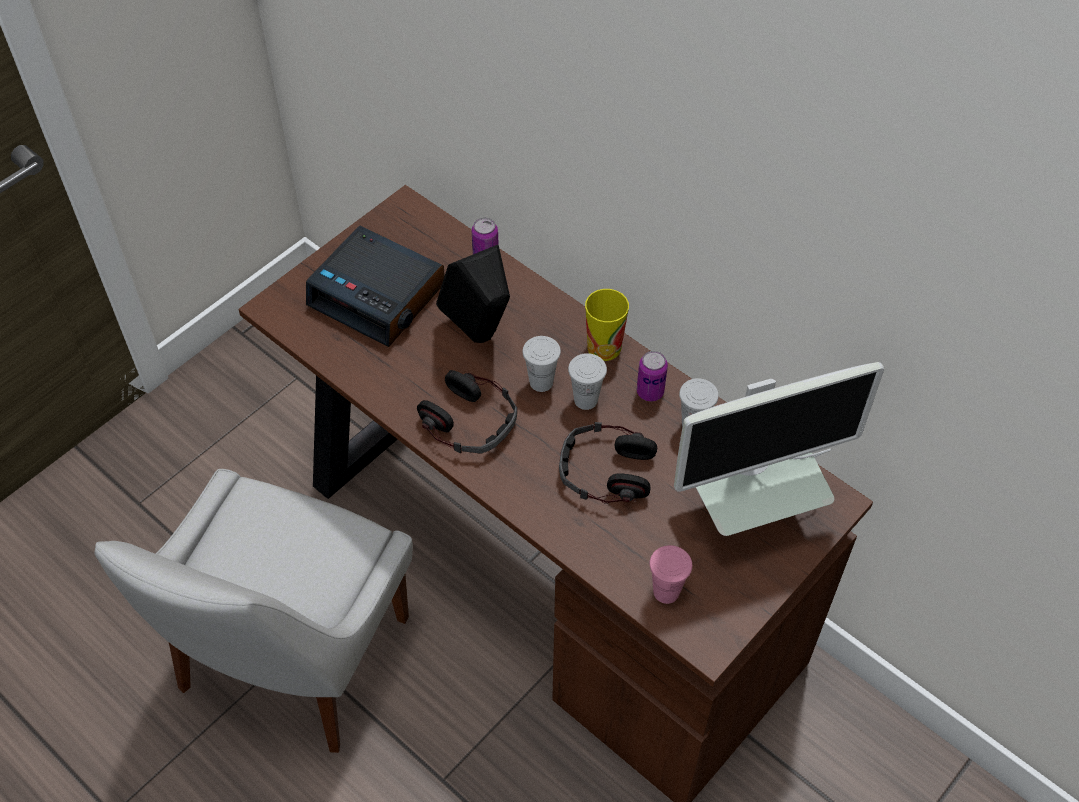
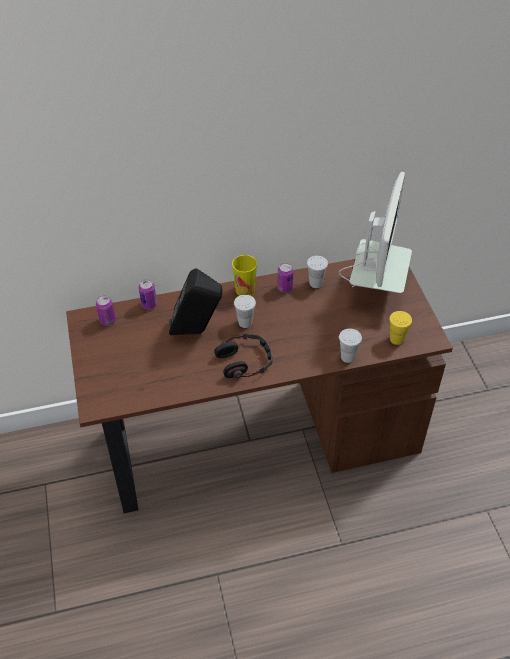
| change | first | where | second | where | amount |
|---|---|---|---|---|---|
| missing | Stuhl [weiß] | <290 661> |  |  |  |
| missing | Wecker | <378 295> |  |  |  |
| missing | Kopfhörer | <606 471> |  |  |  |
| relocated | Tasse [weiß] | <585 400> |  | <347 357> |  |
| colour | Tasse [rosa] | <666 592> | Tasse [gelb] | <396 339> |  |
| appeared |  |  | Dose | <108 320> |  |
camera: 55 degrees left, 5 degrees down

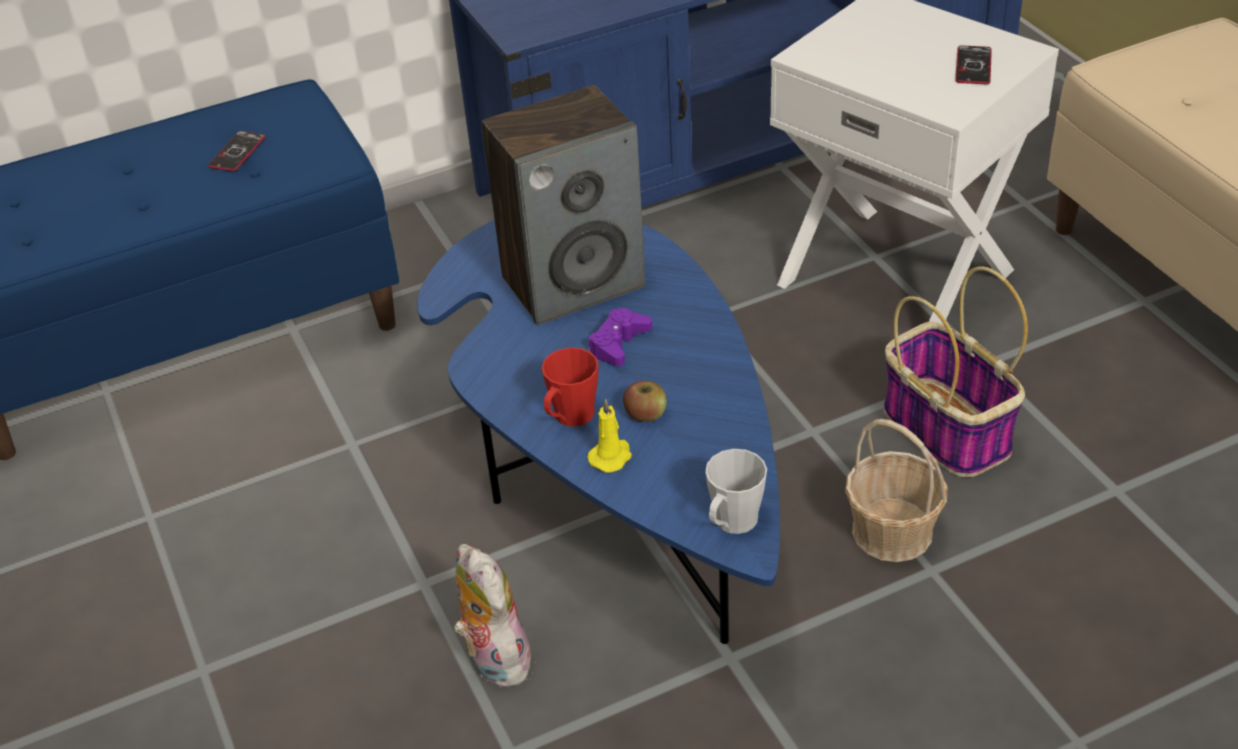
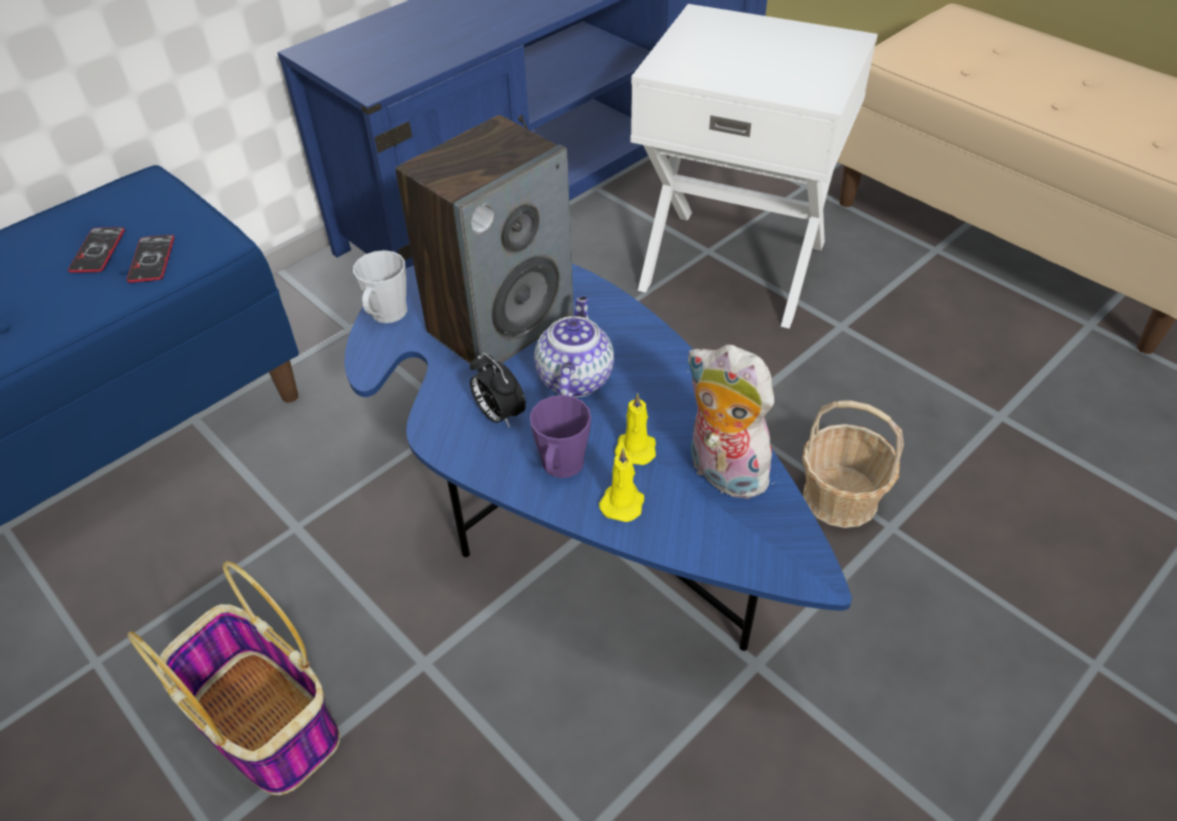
| change | first | where | second | where | amount |
|---|---|---|---|---|---|
| relocated | Plüschtier | <493 658> |  | <721 473> |  |
| colour | Henkelbecher [rot] | <570 418> | Henkelbecher [lila] | <560 468> |  |
| exchanged | Gamepad [lila] | <618 343> | Teekanne | <574 378> |  |
| exchanged | Apfel | <645 414> | Kerze [gelb] | <636 447> |  |
| relocated | Henkelbecher [grau] | <731 523> |  | <386 316> |  |
| relocated | Korb | <944 428> |  | <263 721> |  |
| relocated | Handy | <973 66> |  | <151 259> |  |
| appeared |  |  | Wecker | <499 415> |  |
camera: 20 degrees left, 5 degrees up

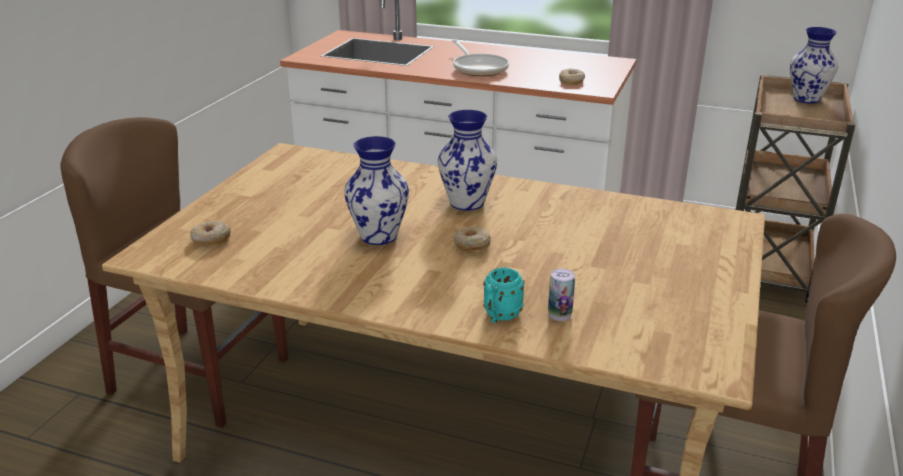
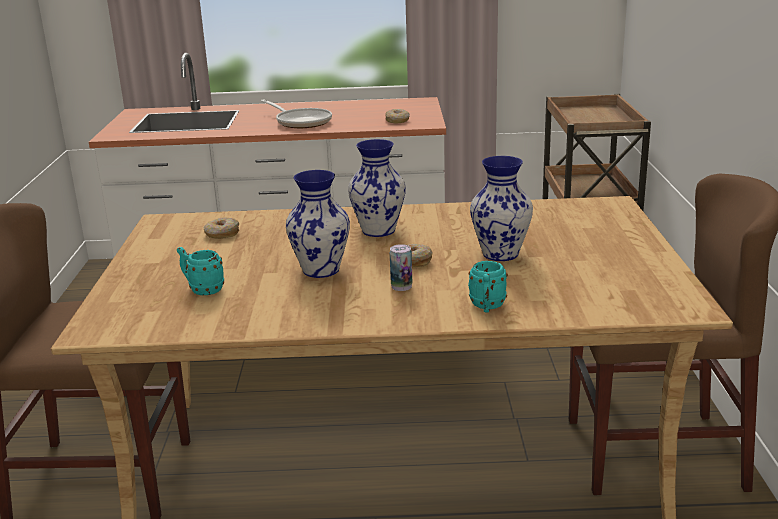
| change | first | where | second | where | amount |
|---|---|---|---|---|---|
| relocated | Donut | <211 240> |  | <222 234> |  |
| relocated | Dose | <559 314> |  | <401 286> |  |
| relocated | Vase | <807 99> |  | <501 254> |  |
| appeared |  |  | Henkelbecher [türkis] | <202 289> |  |
camera: 20 degrees left, 5 degrees down

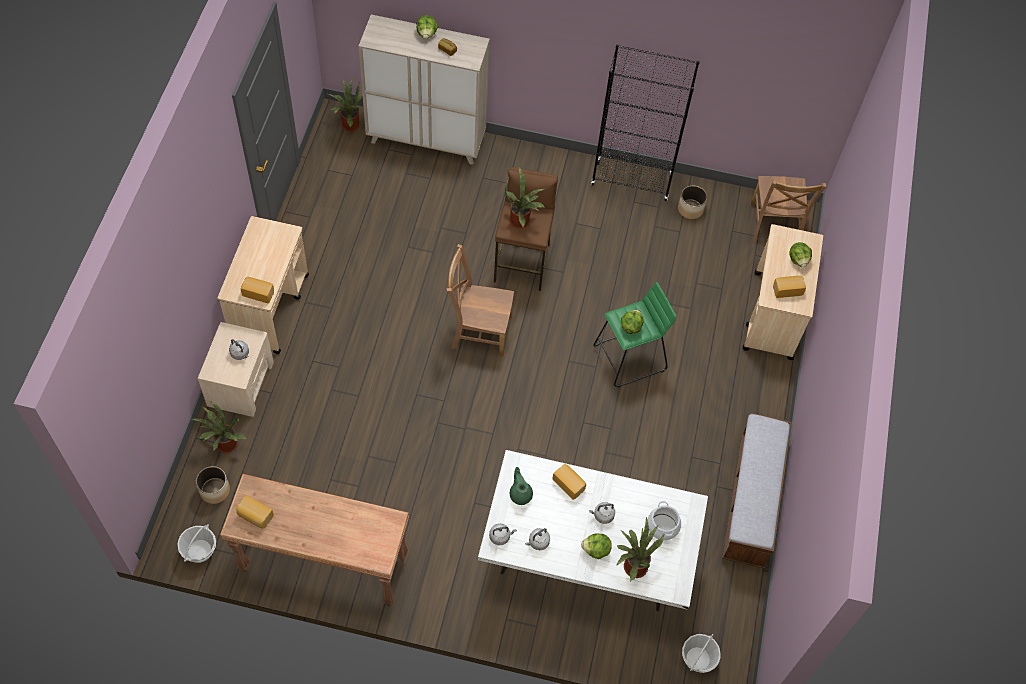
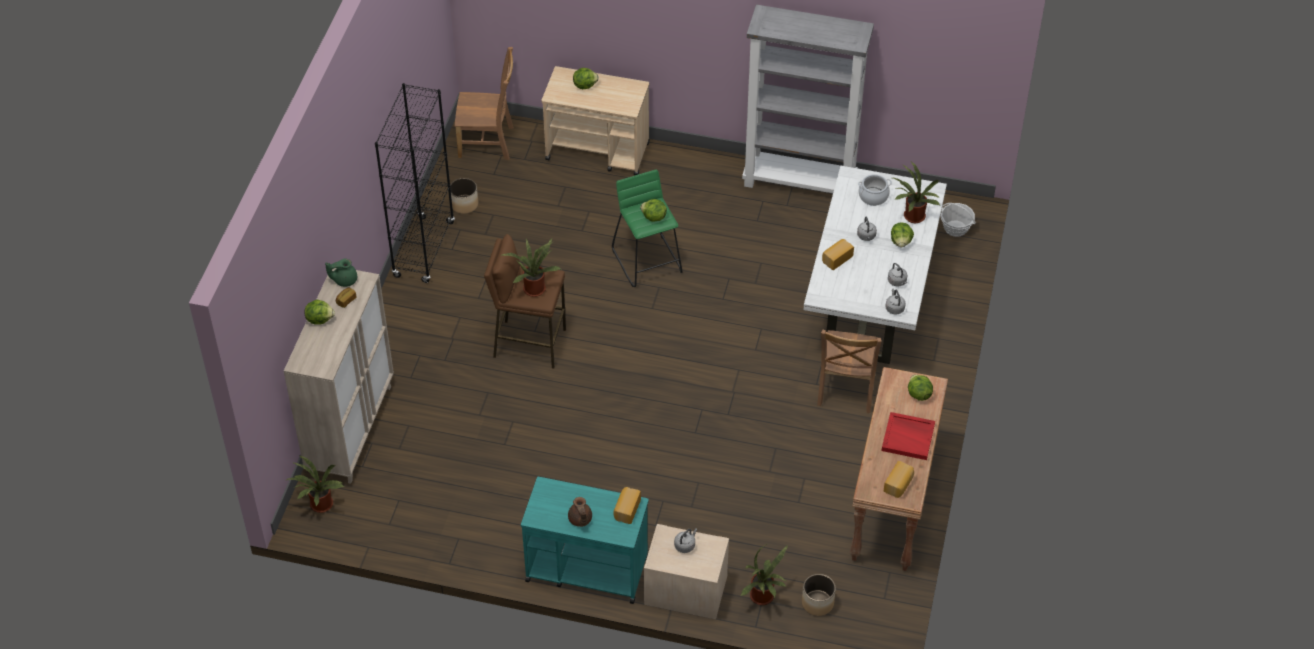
| change | first | where | second | where | amount |
|---|---|---|---|---|---|
| missing | Korb | <199 550> |  |  |  |
| colour | Rollwagen [beige] | <270 308> | Rollwagen [türkis] | <586 568> |  |
| relocated | Stuhl [braun] | <478 331> |  | <846 390> |  |
| relocated | Teekanne [grün] | <520 494> |  | <344 280> |  |
| exchanged | Bank | <751 501> | Bücherregal [grau] | <800 182> |  |
| missing | Brot | <787 289> |  |  |  |
| appeared |  |  | Teekanne [braun] | <580 520> |  |
| appeared |  |  | Tablett [rot] | <908 437> |  |
| appeared |  |  | Salatkopf | <918 394> |  |
camera: 85 degrees left, 10 degrees down

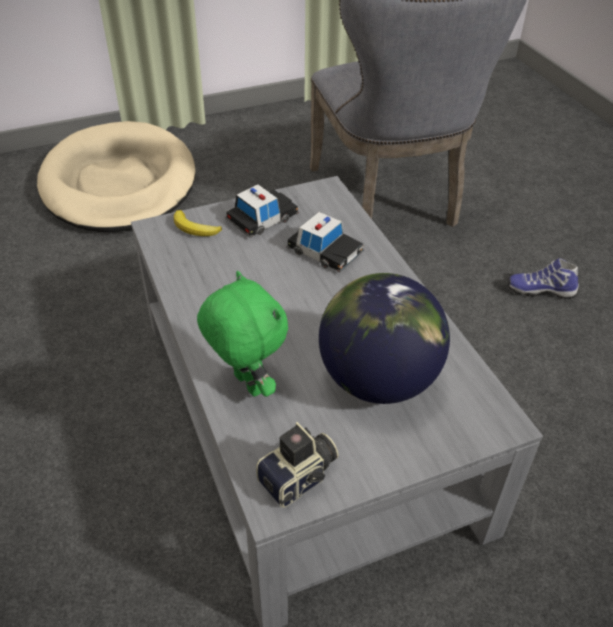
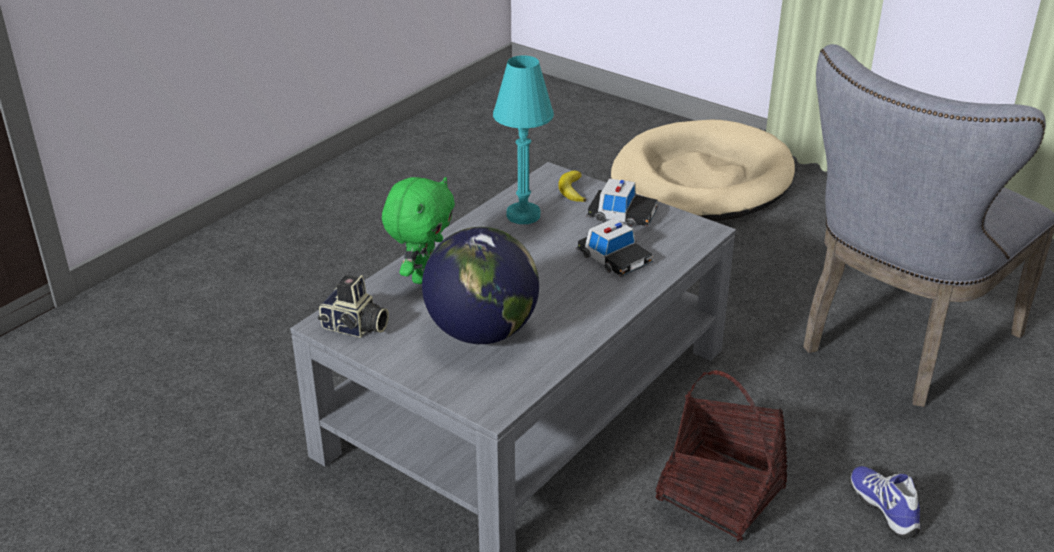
| change | first | where | second | where | amount |
|---|---|---|---|---|---|
| spun | Spielzeugauto | <325 251> |  | <614 258> | 45 degrees counterclockwise |
| appeared |  |  | Tischlampe [türkis] | <523 215> |  |
| appeared |  |  | Korb | <720 495> |  |
camera: 60 degrees right, 10 degrees down

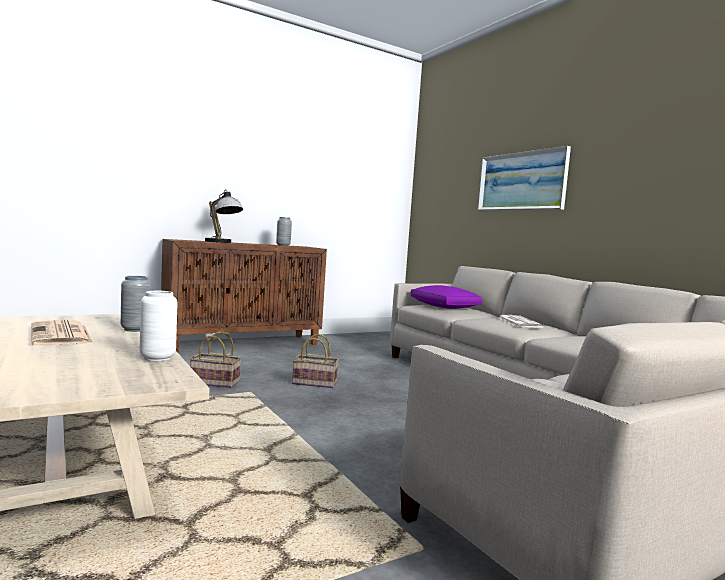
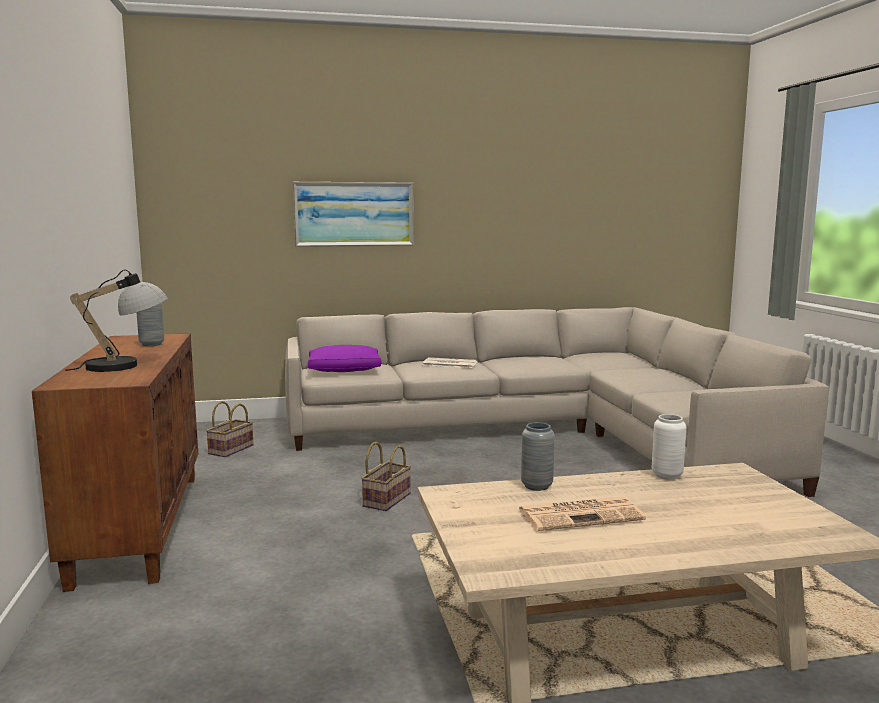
| change | first | where | second | where | amount |
|---|---|---|---|---|---|
| relocated | Korb | <213 383> |  | <231 450> |  |
camera: 70 degrees left, 5 degrees up

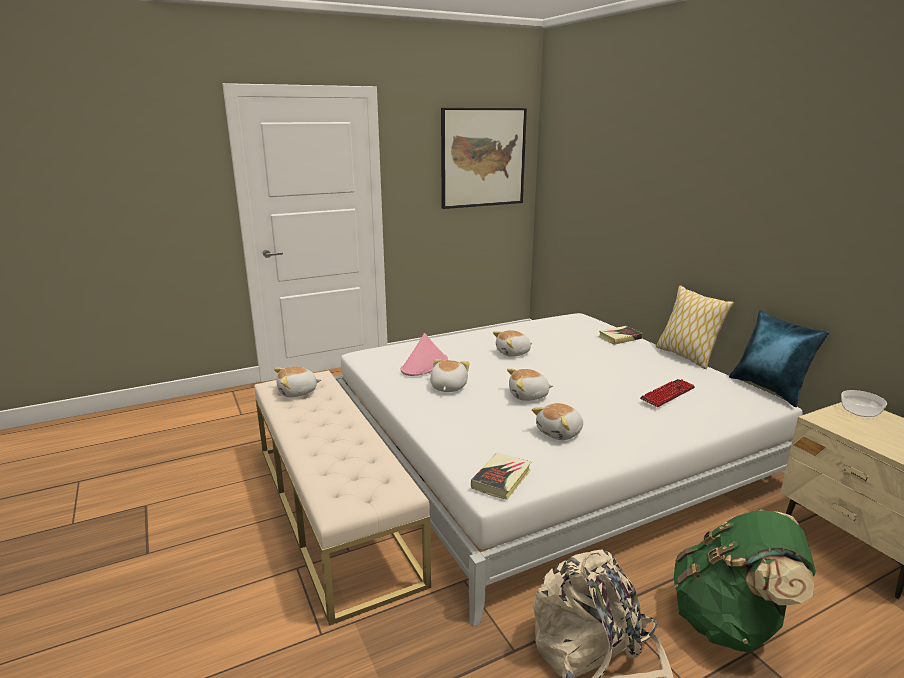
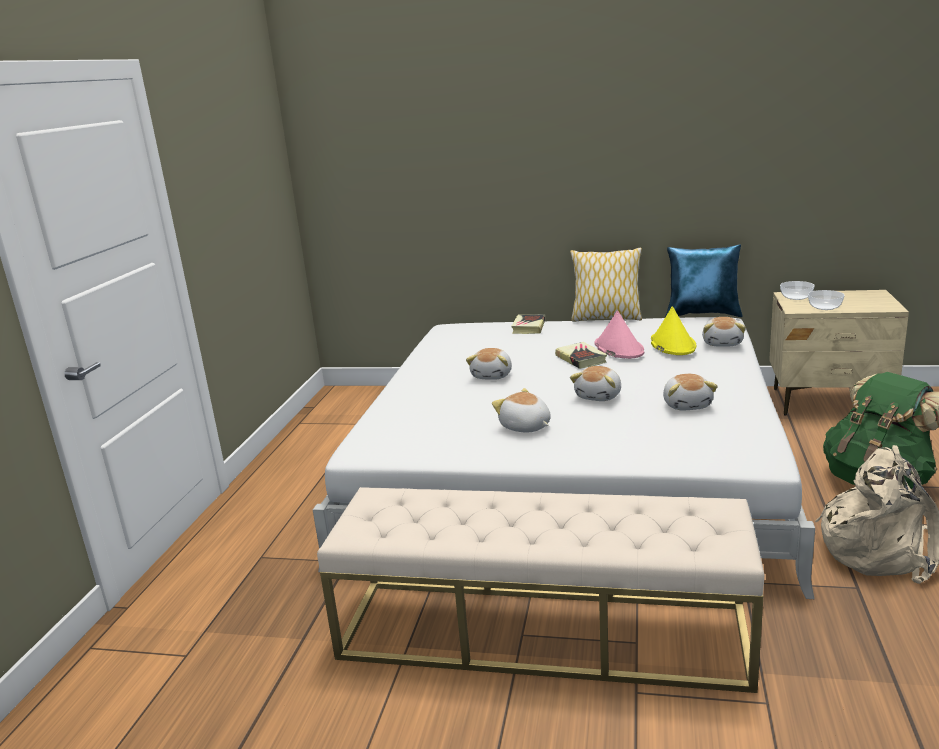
| change | first | where | second | where | amount |
|---|---|---|---|---|---|
| relocated | Plüschtier | <297 392> |  | <723 343> |  |
| relocated | Hut [rosa] | <424 365> |  | <618 348> |  |
| missing | Bild | <483 158> |  |  |  |
| relocated | Buch | <501 479> |  | <581 359> |  |
| exchanged | Tastatur | <667 394> | Hut [gelb] | <672 344> |  |
| appeared |  |  | Schüssel | <824 307> |  |
camera: 50 degrees left, 0 degrees up

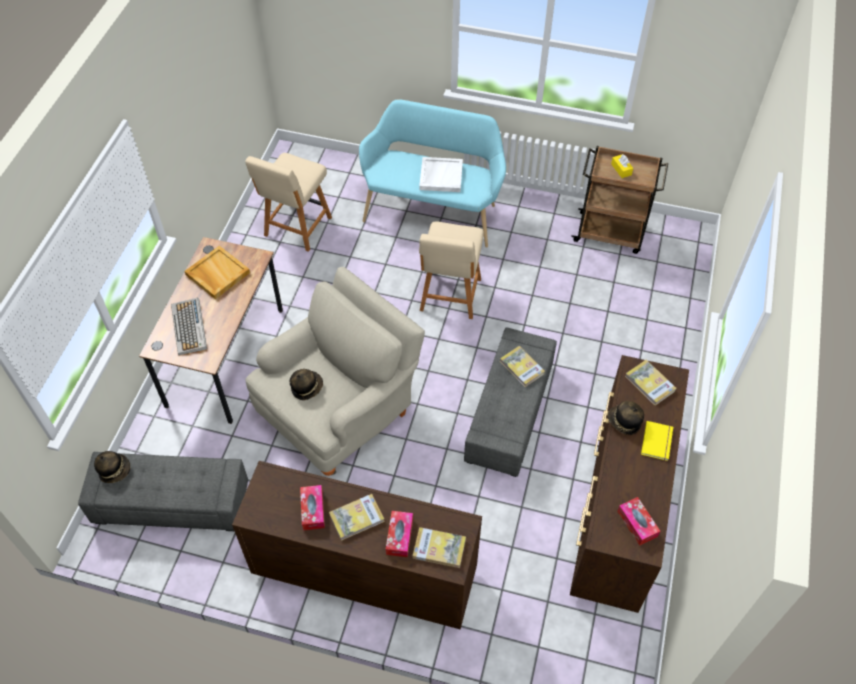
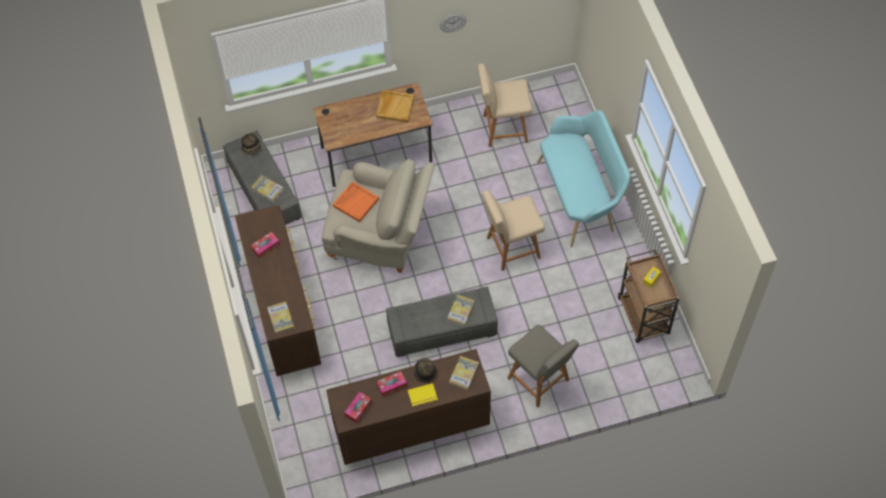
| change | first | where | second | where | amount |
|---|---|---|---|---|---|
| missing | Tastatur | <189 327> |  |  |  |
| exchanged | Hut | <306 387> | Tablett [orange] | <356 202> |  |
| relocated | Buch | <356 518> |  | <267 189> |  |
| relocated | Taschentuchbox | <399 536> |  | <392 385> |  |
| missing | Tablett [weiß] | <440 176> |  |  |  |
| appeared |  |  | Wanduhr | <453 22> |  |
| appeared |  |  | Stuhl [grau] | <540 380> |  |
camera: 60 degrees right, 5 degrees up

